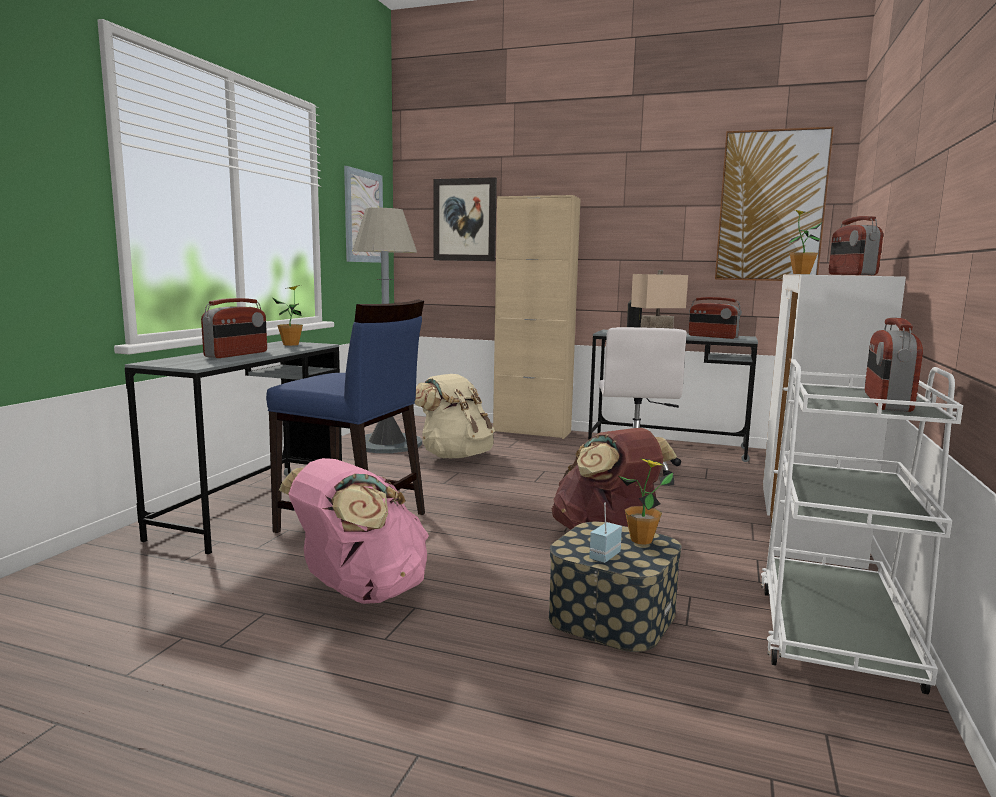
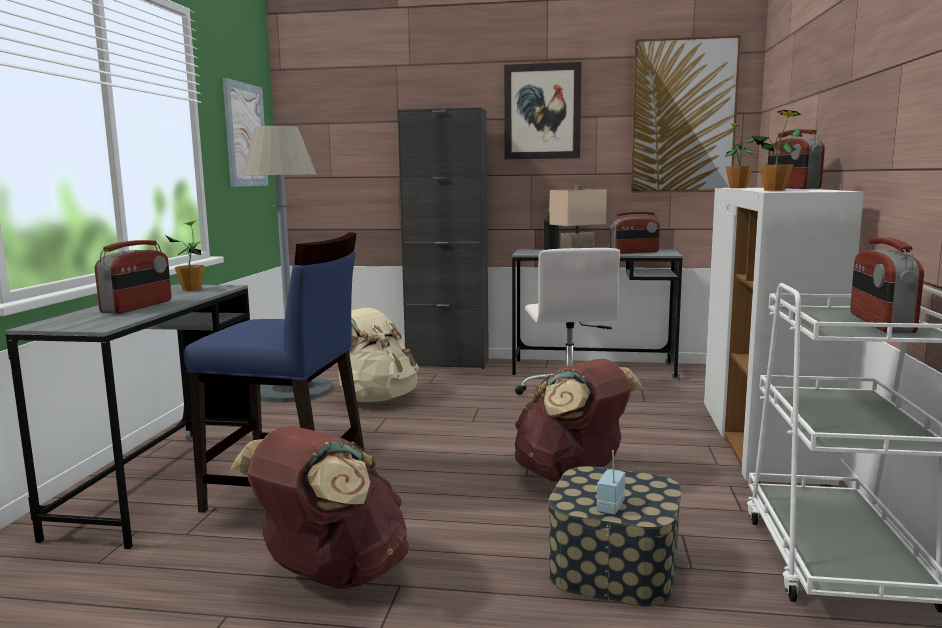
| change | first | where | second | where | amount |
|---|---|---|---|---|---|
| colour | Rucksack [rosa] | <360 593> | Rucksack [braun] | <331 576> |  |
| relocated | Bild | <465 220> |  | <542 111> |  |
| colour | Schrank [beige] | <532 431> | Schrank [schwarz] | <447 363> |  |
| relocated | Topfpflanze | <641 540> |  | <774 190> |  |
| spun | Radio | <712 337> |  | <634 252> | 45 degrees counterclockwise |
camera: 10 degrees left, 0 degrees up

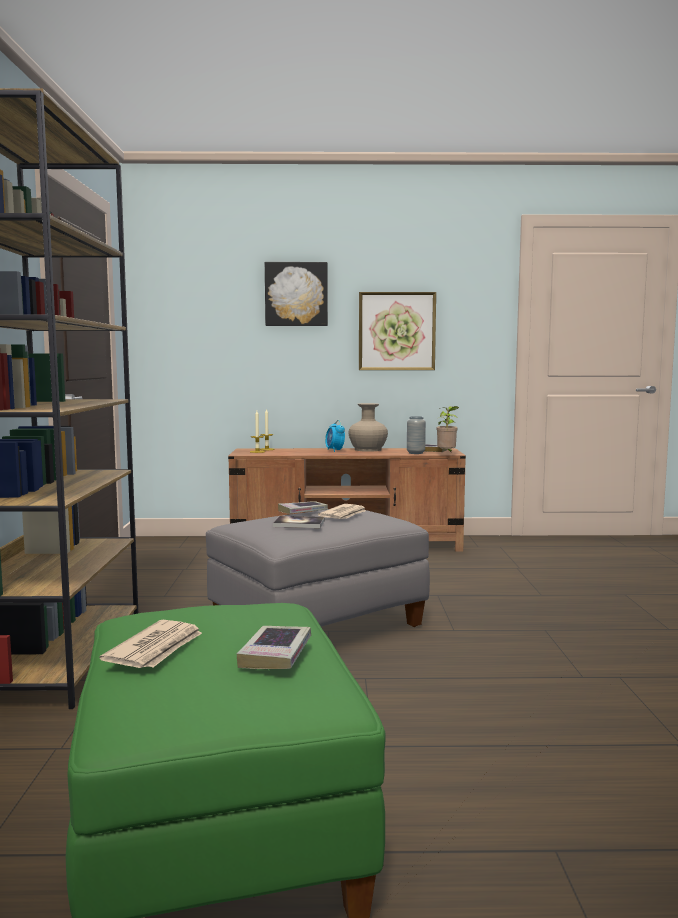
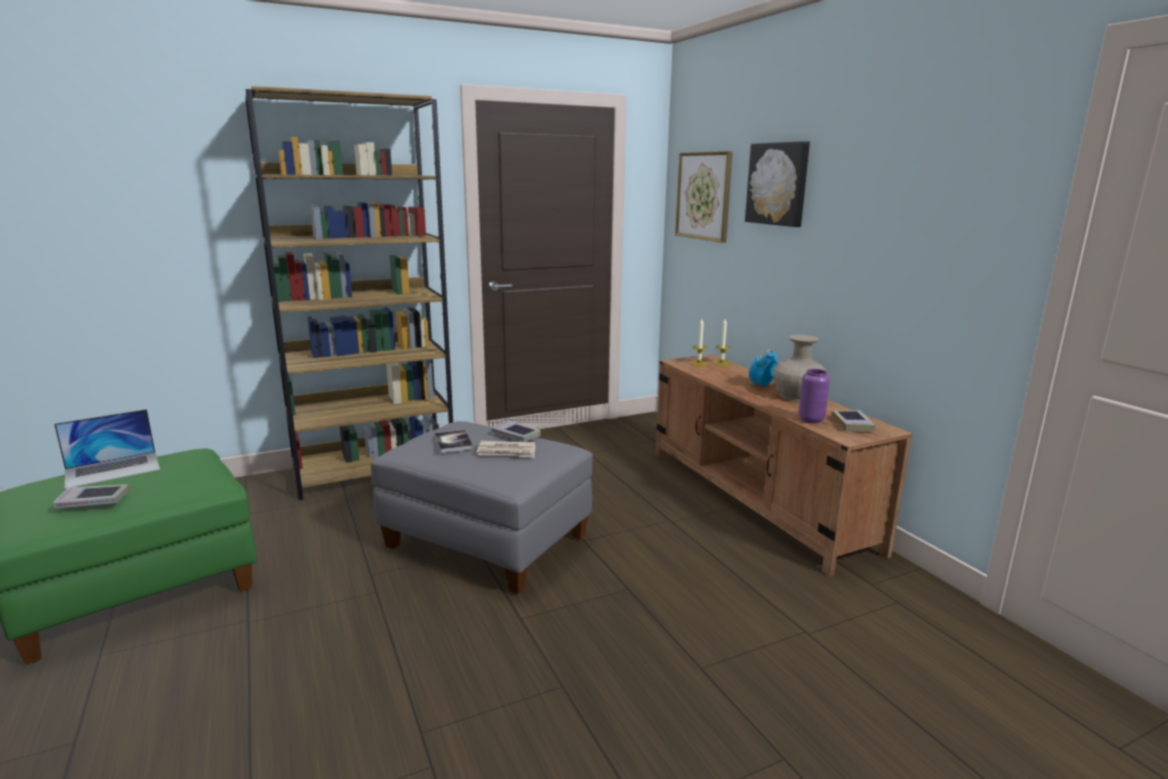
| change | first | where | second | where | amount |
|---|---|---|---|---|---|
| exchanged | Zeitung | <156 649> | Laptop | <113 469> |  |
| relocated | Bild | <396 331> |  | <704 196> |  |
| colour | Vase [grau] | <415 453> | Vase [lila] | <811 420> |  |
| missing | Topfpflanze | <447 454> |  |  |  |
camera: 65 degrees right, 10 degrees up

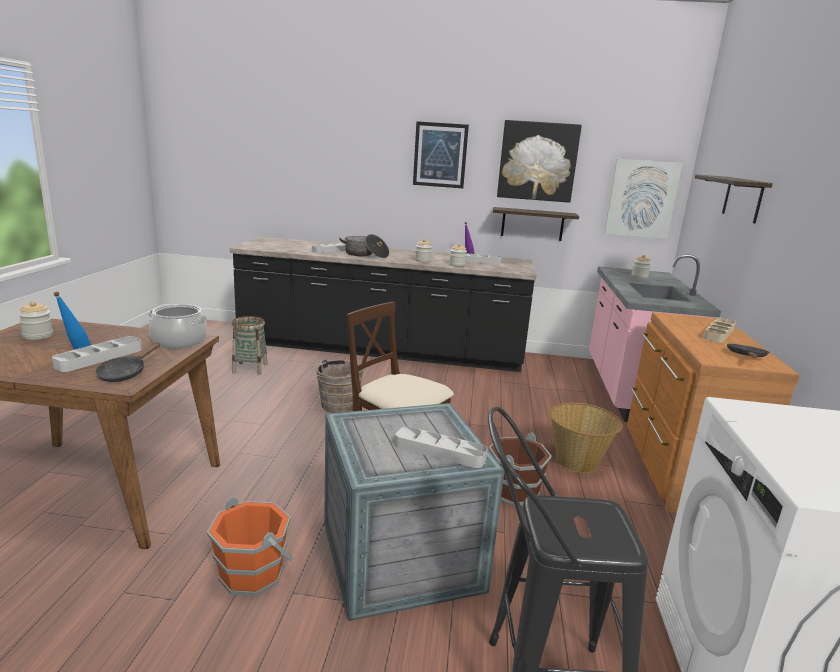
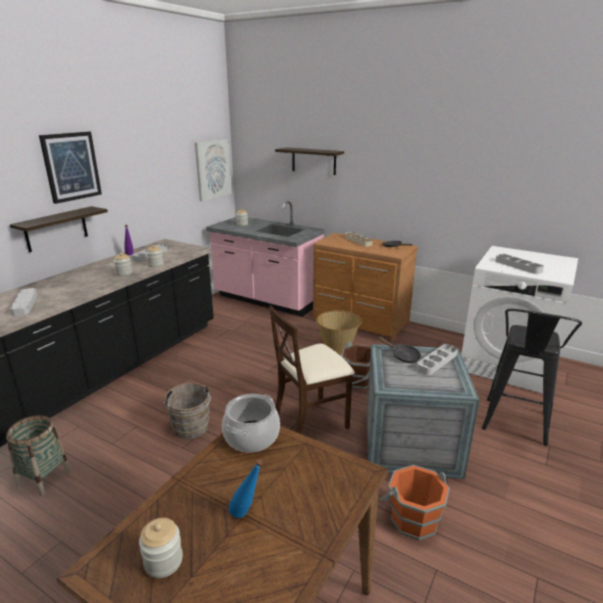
| change | first | where | second | where | amount |
|---|---|---|---|---|---|
| relocated | Tablett [grau] | <100 358> |  | <518 266> |  |
| relocated | Pfanne [schwarz] | <125 373> |  | <402 356> |  |
| missing | Kochtopf | <365 255> |  |  |  |
| relocated | Wandregal | <532 224> |  | <56 229> |  |
| missing | Bild | <537 161> |  |  |  |
camera: 65 degrees left, 5 degrees up

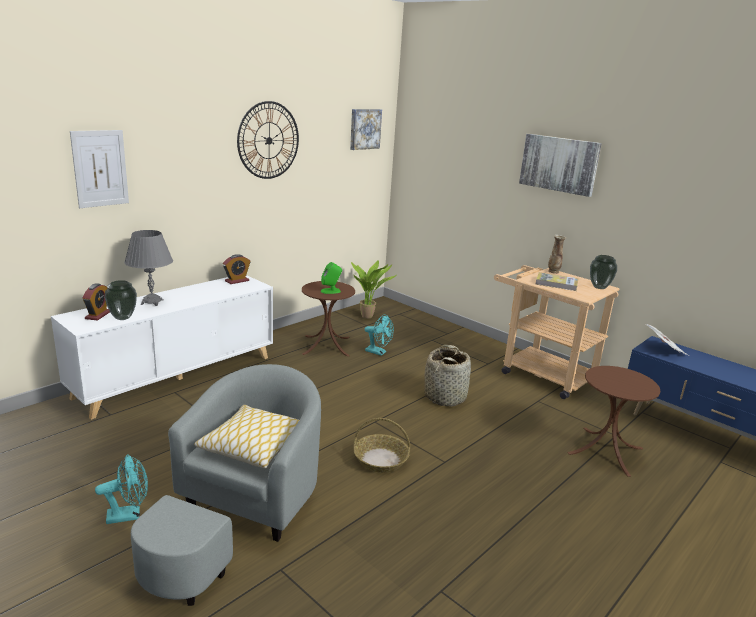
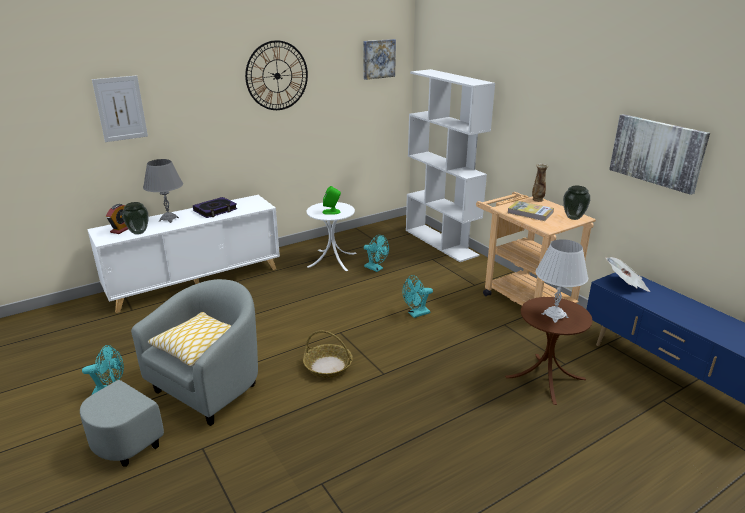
| change | first | where | second | where | amount |
|---|---|---|---|---|---|
| missing | Wecker | <237 281> |  |  |  |
| colour | Beistelltisch [braun] | <326 345> | Beistelltisch [weiß] | <332 260> |  |
| missing | Topfpflanze | <369 316> |  |  |  |
| exchanged | Korb | <445 397> | Ventilator [türkis] | <416 314> |  |
| relocated | Bild | <559 164> |  | <657 152> |  |
| appeared |  |  | Buch | <215 210> |  |
| appeared |  |  | Bücherregal [weiß] | <441 242> |  |
| appeared |  |  | Tischlampe [weiß] | <554 316> |  |
camera: 15 degrees right, 5 degrees up

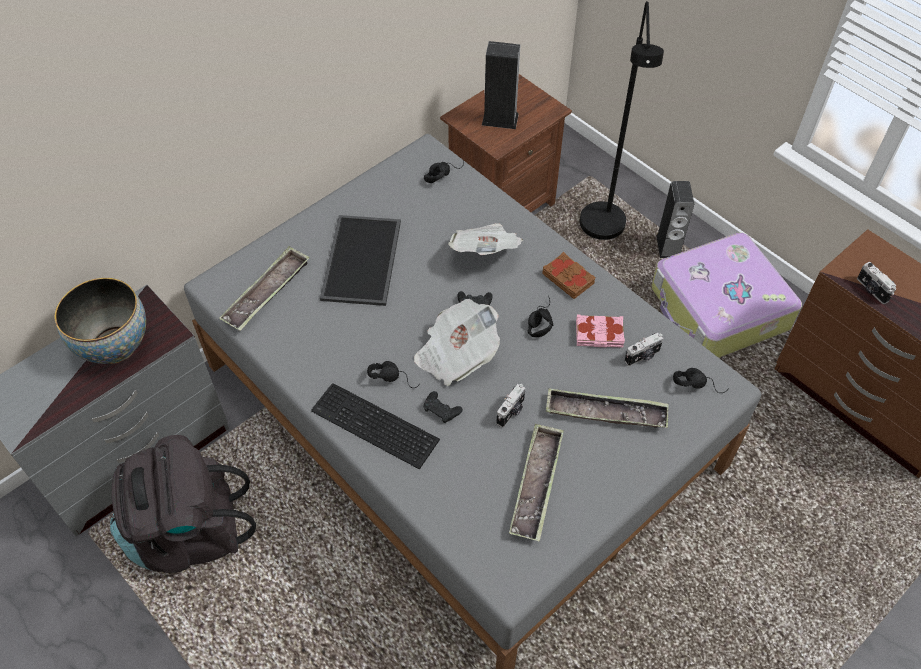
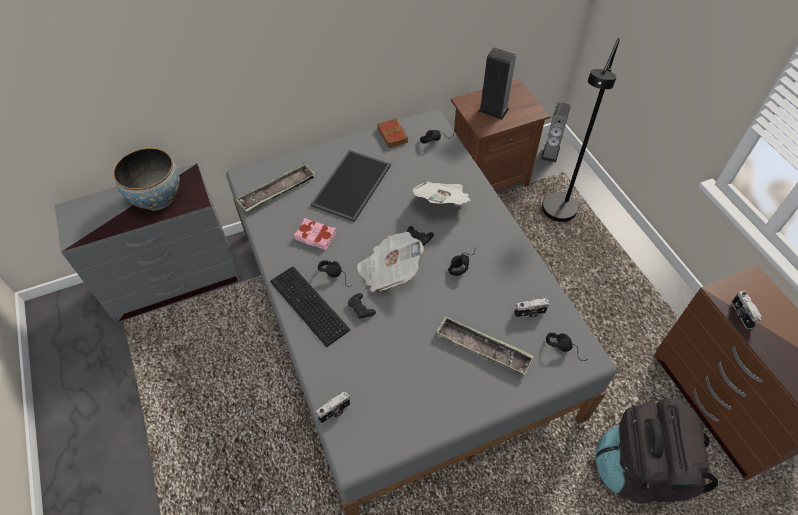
| change | first | where | second | where | amount |
|---|---|---|---|---|---|
| relocated | Rucksack [schwarz] | <189 533> |  | <641 469> |  |
| relocated | Kamera | <511 412> |  | <335 412> |  |
| missing | Tablett | <536 484> |  |  |  |
| relocated | Buch [braun] | <568 278> |  | <393 135> |  |
| relocated | Buch [rosa] | <599 335> |  | <315 236> |  |
| missing | Koffer | <718 309> |  |  |  |
| relocated | Lautsprecher | <667 247> |  | <550 153> |  |
camera: 20 degrees right, 0 degrees up

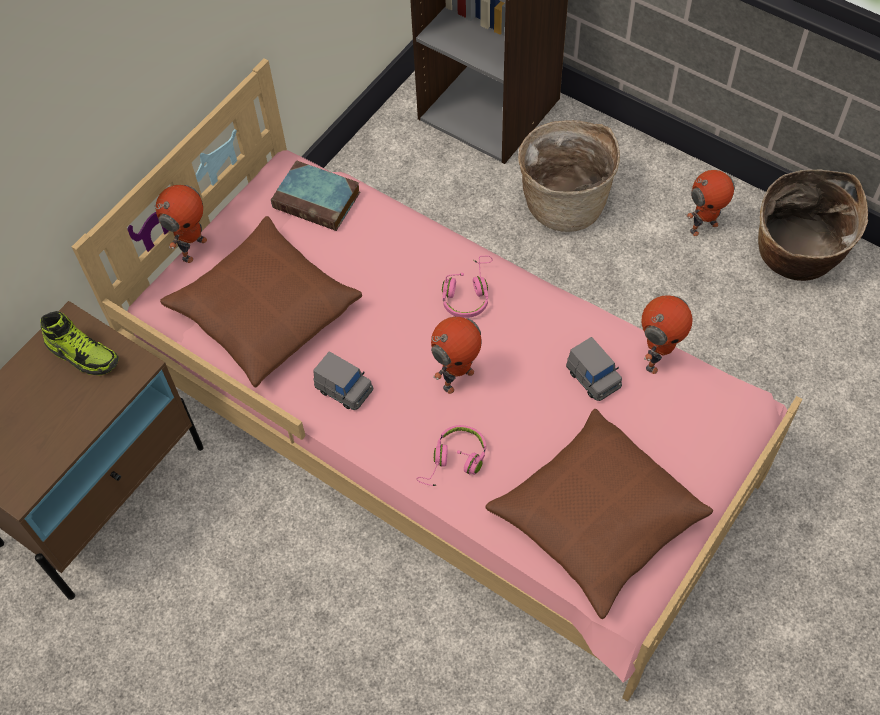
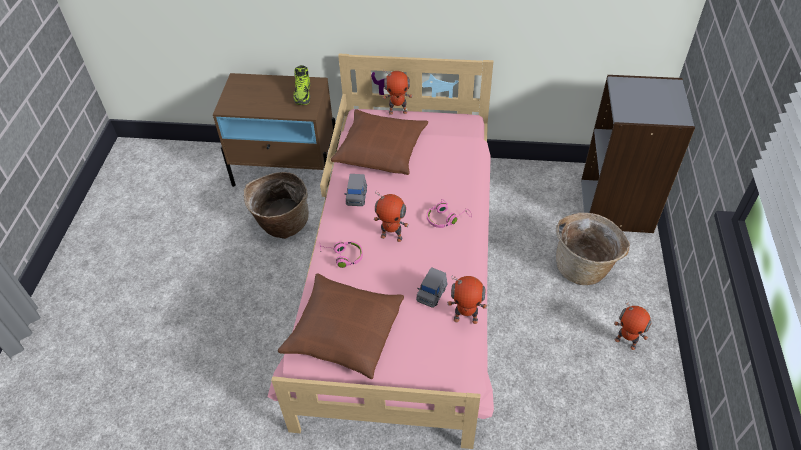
| change | first | where | second | where | amount |
|---|---|---|---|---|---|
| missing | Buch | <318 200> |  |  |  |
| relocated | Korb | <796 258> |  | <281 223> |  |
camera: 60 degrees right, 10 degrees down

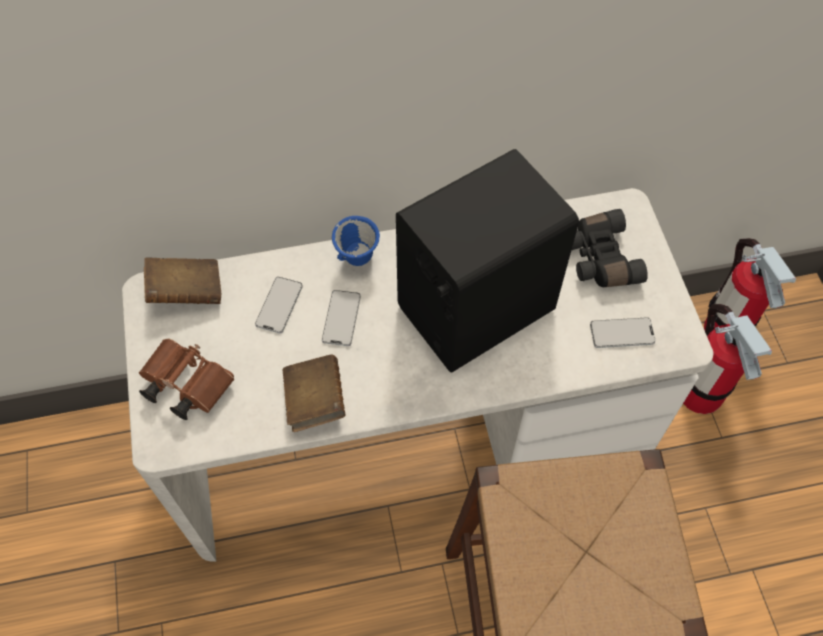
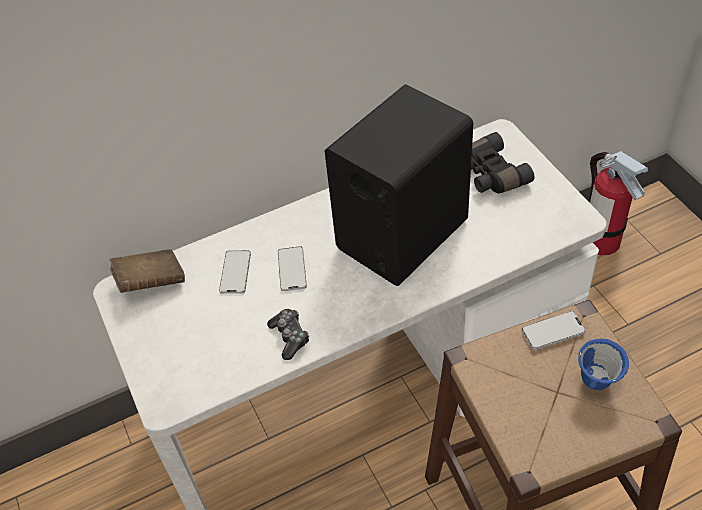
| change | first | where | second | where | amount |
|---|---|---|---|---|---|
| missing | Fernglas [braun] | <184 385> |  |  |  |
| exchanged | Buch [braun] | <315 401> | Gamepad | <290 337> |  |
| relocated | Henkelbecher [blau] | <357 261> |  | <596 384> |  |
| relocated | Handy | <622 333> |  | <553 331> |  |
| missing | Feuerlöscher | <700 393> |  |  |  |
camera: 10 degrees left, 10 degrees down

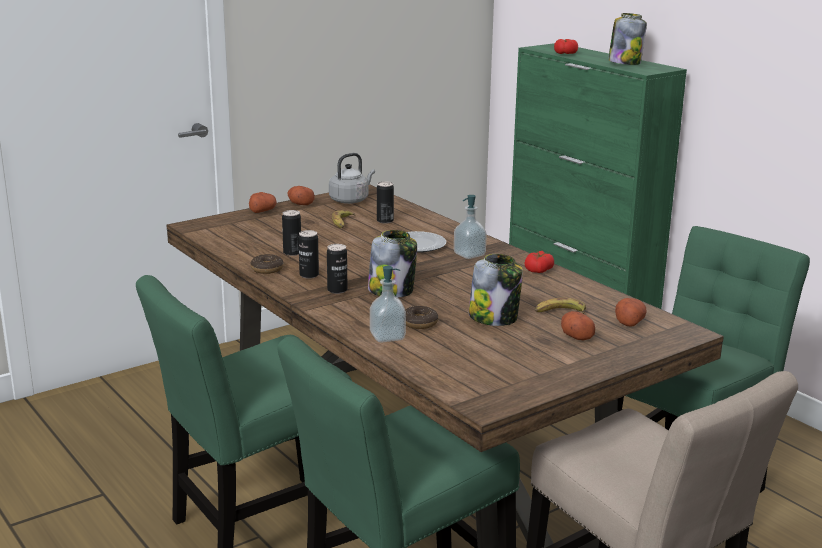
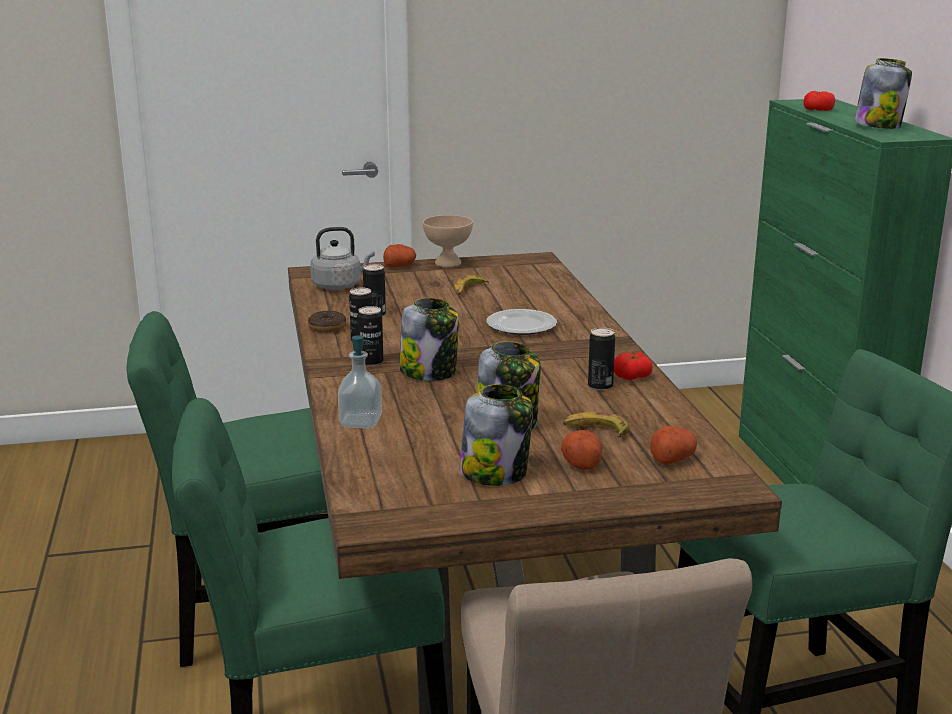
| change | first | where | second | where | amount |
|---|---|---|---|---|---|
| exchanged | Kartoffel | <300 203> | Schüssel [beige] | <448 263> |  |
| relocated | Wasserkessel [grau] | <350 200> |  | <339 286> |  |
| relocated | Dose | <385 221> |  | <600 385> |  |
| missing | Donut | <419 323> |  |  |  |
| missing | Seifenspender | <469 254> |  |  |  |
| appeared |  |  | Vorratsglas | <495 473> |  |
camera: 25 degrees right, 0 degrees up

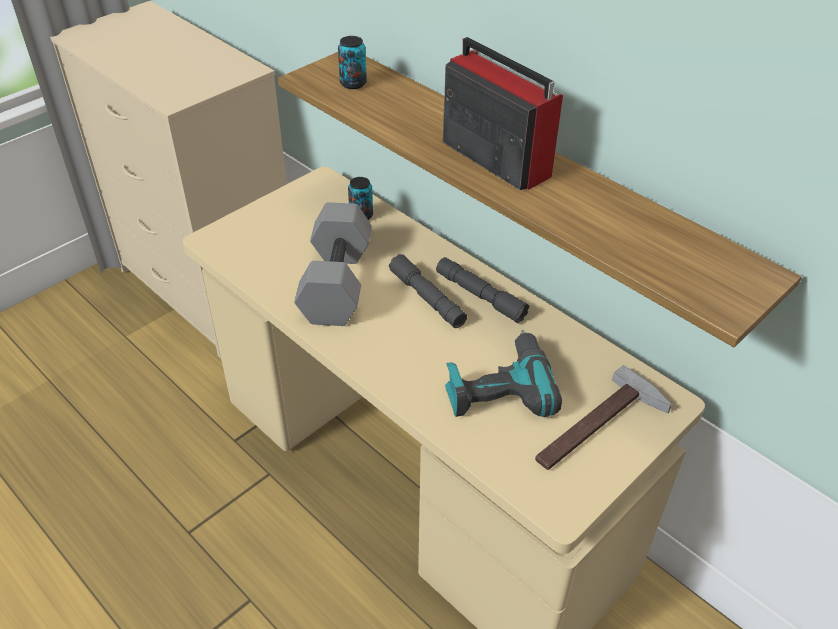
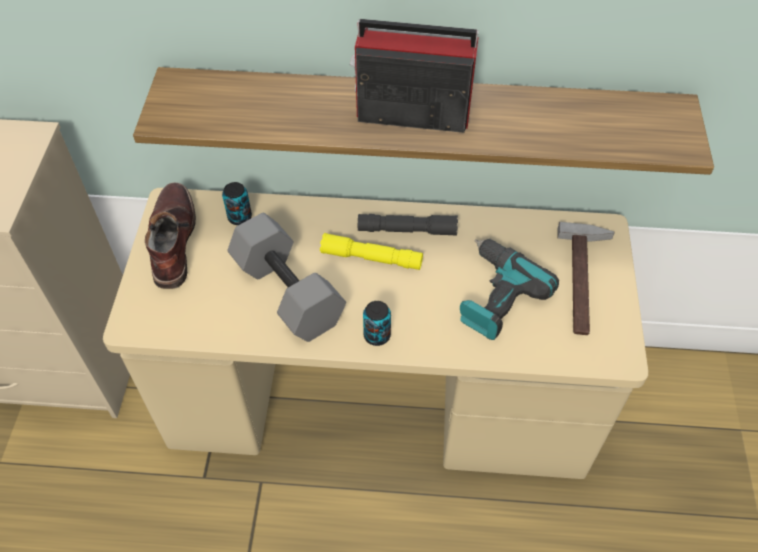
| change | first | where | second | where | amount |
|---|---|---|---|---|---|
| relocated | Dose | <353 83> |  | <377 335> |  |
| colour | Taschenlampe [grau] | <427 298> | Taschenlampe [gelb] | <371 258> |  |
| appeared |  |  | Stiefel [braun] | <172 241> |  |
camera: 40 degrees left, 10 degrees up

